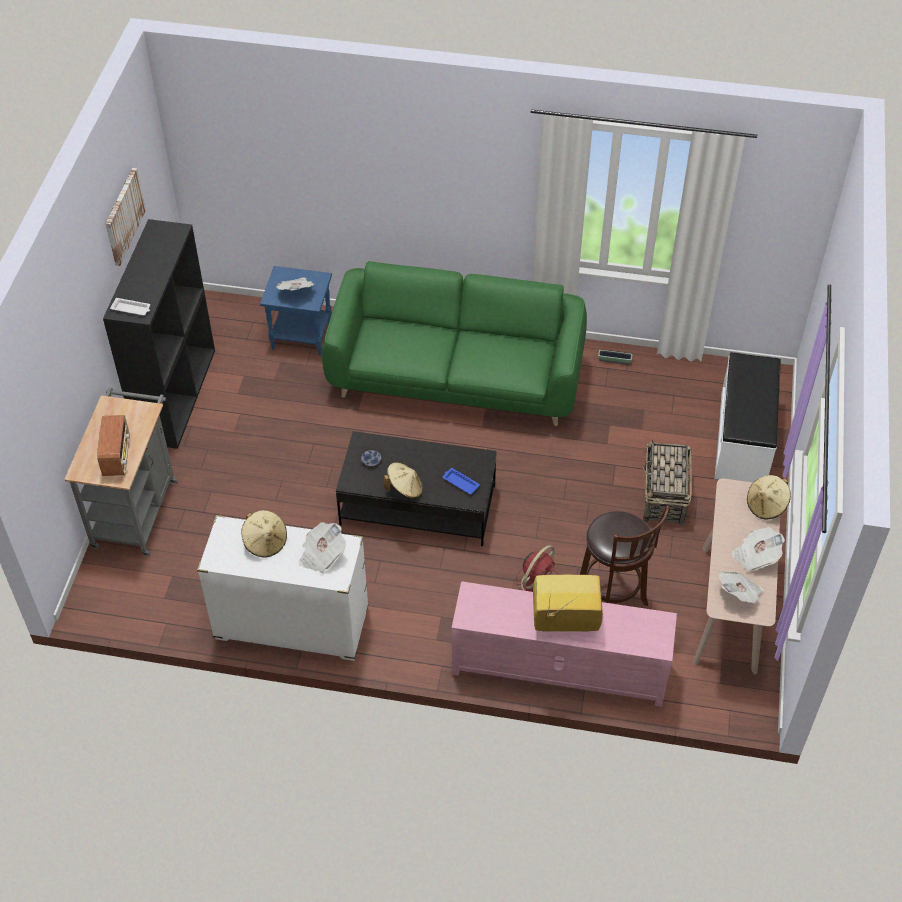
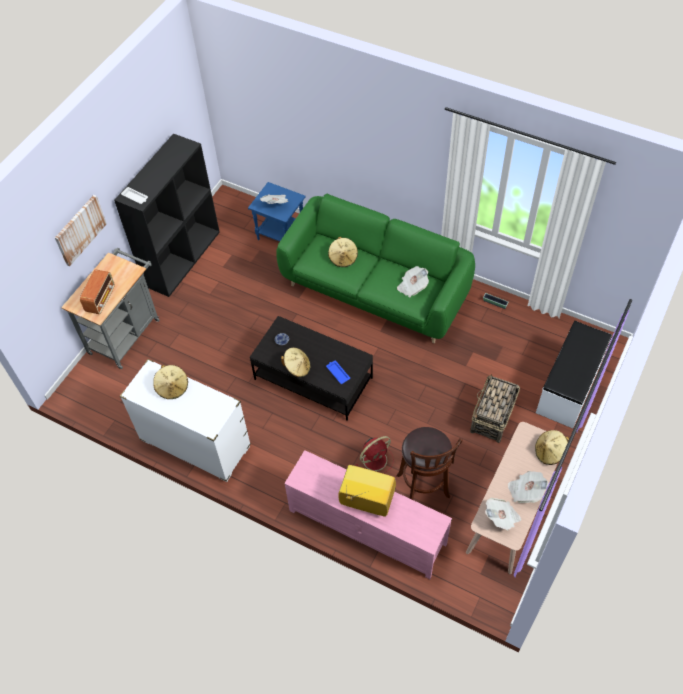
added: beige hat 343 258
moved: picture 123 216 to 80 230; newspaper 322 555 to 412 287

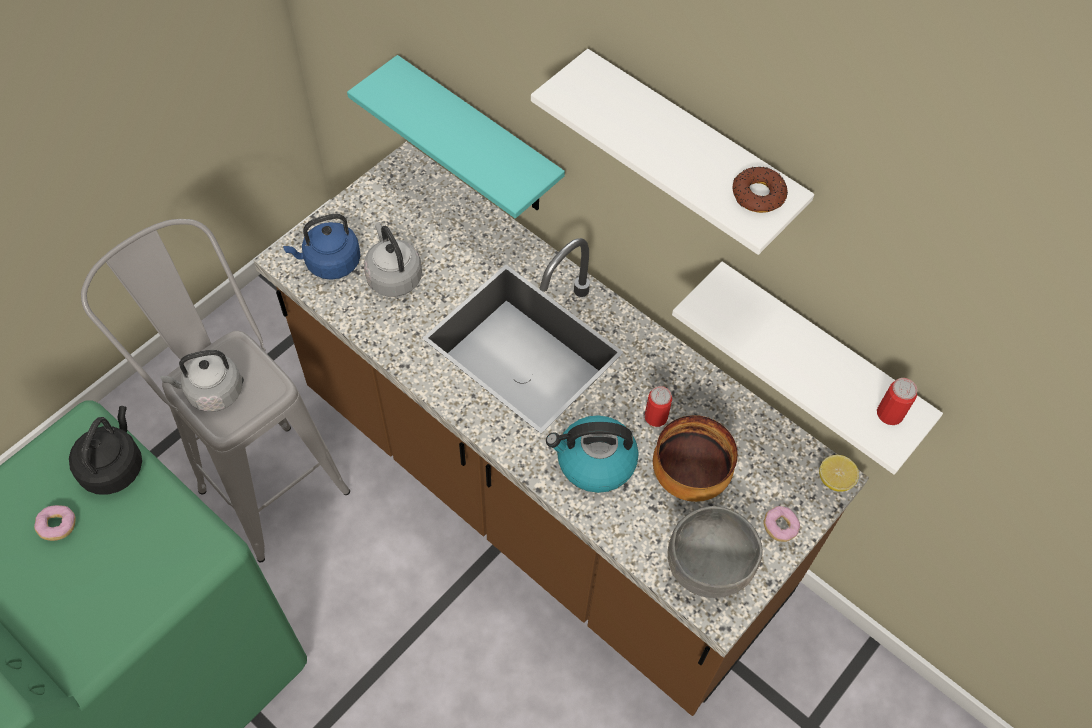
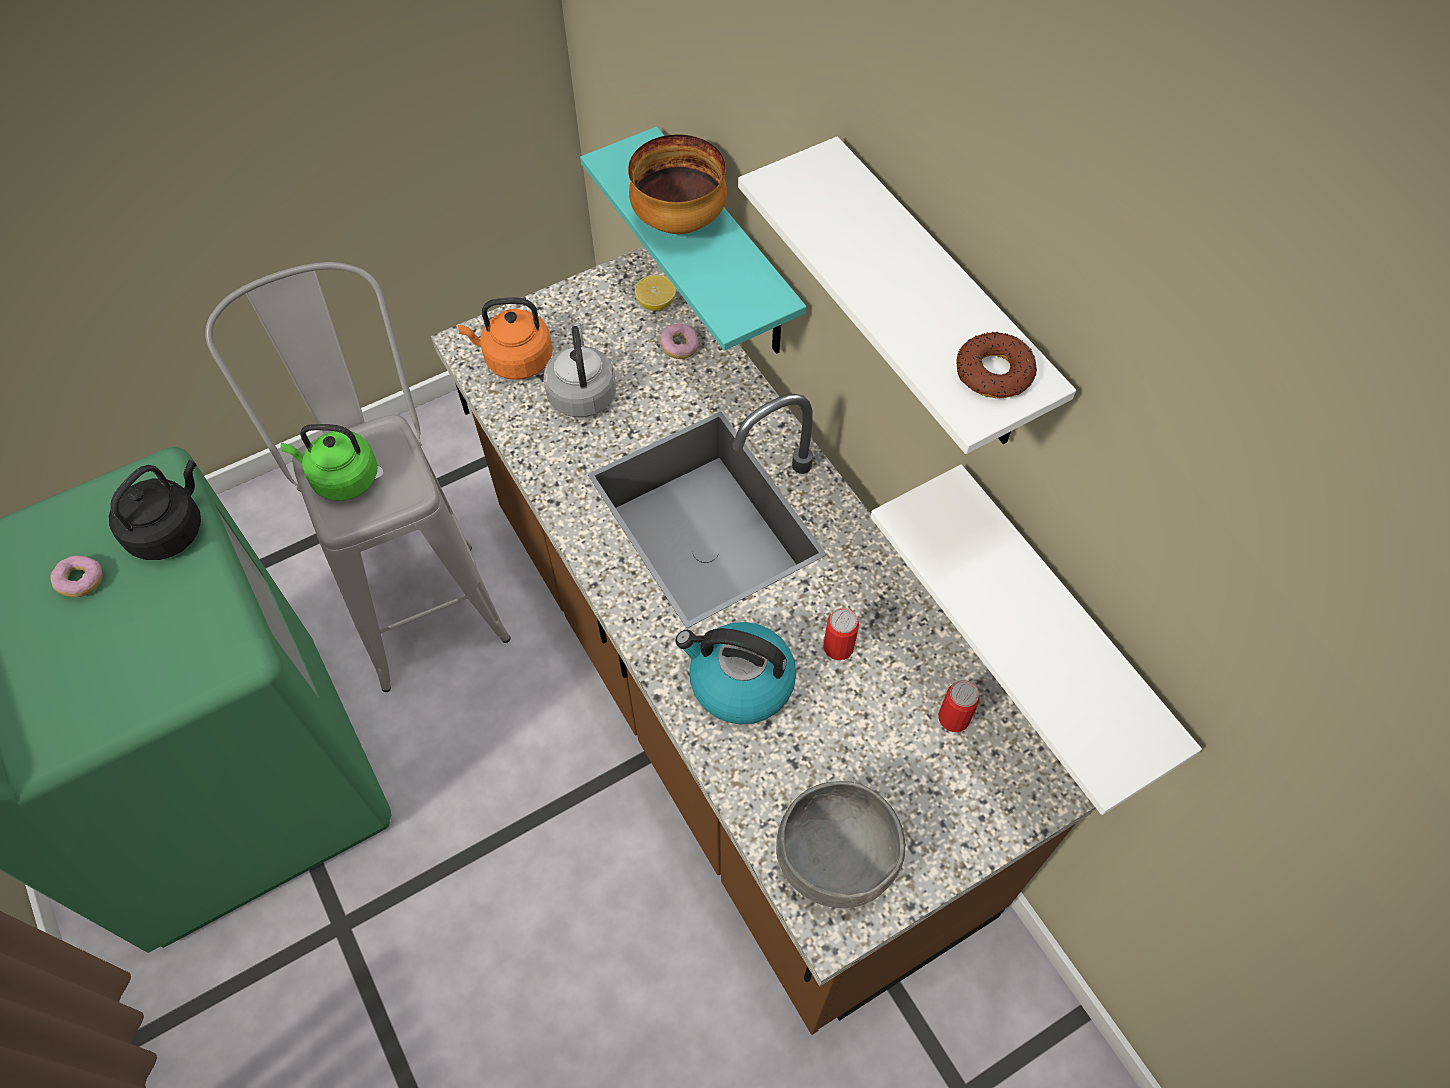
moved: bowl 689 477 to 679 222; lemon 835 480 to 656 303; donut 780 527 to 679 347; can 889 414 to 954 718
recoloured: grey kettle 212 392 to green kettle 342 478; blue kettle 330 263 to orange kettle 515 360

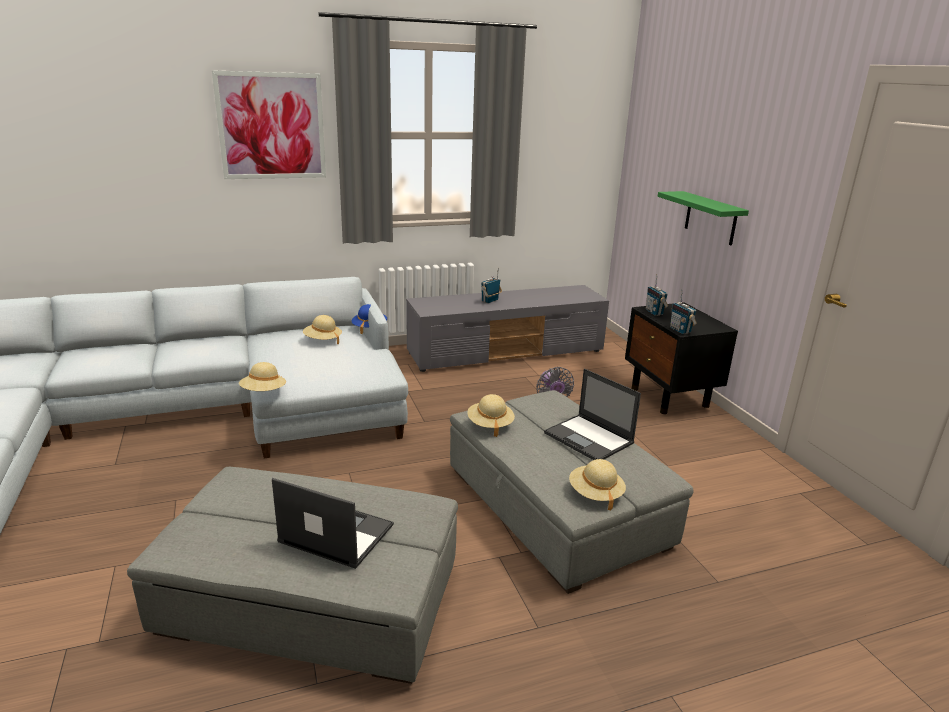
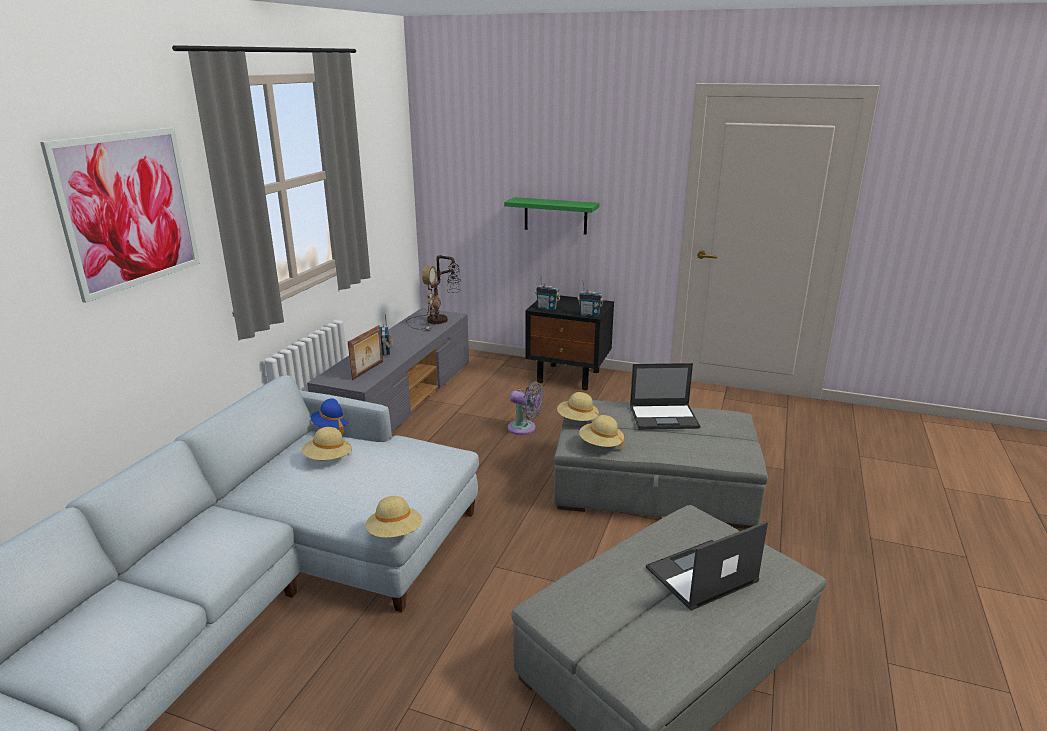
added: picture frame 368 370; table lamp 438 320
moved: beige hat 595 494 to 577 420

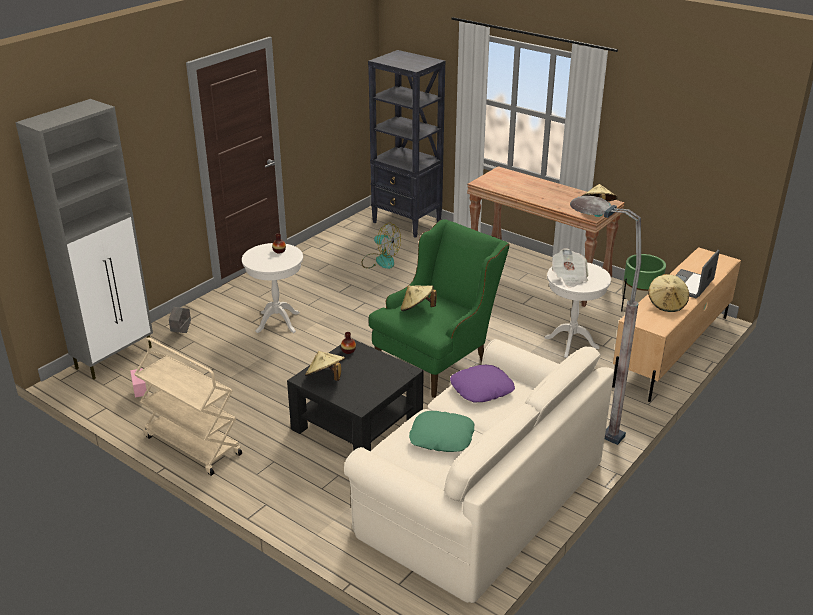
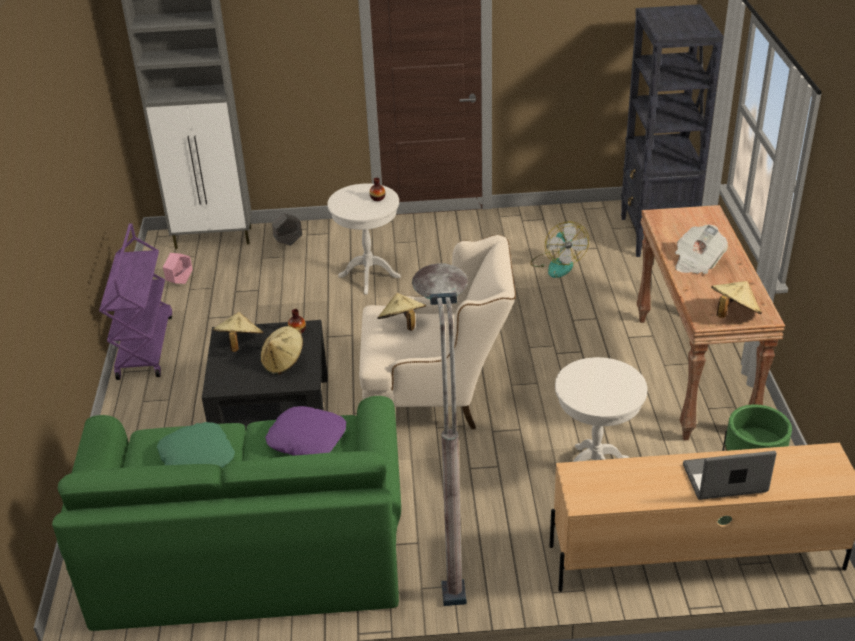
moved: beige hat 666 304 to 283 362; newspaper 569 277 to 697 262
recoloured: beige sofa 480 496 to green sofa 248 550; beige cart 191 445 to purple cart 144 346; green armchair 438 359 to beige armchair 437 398

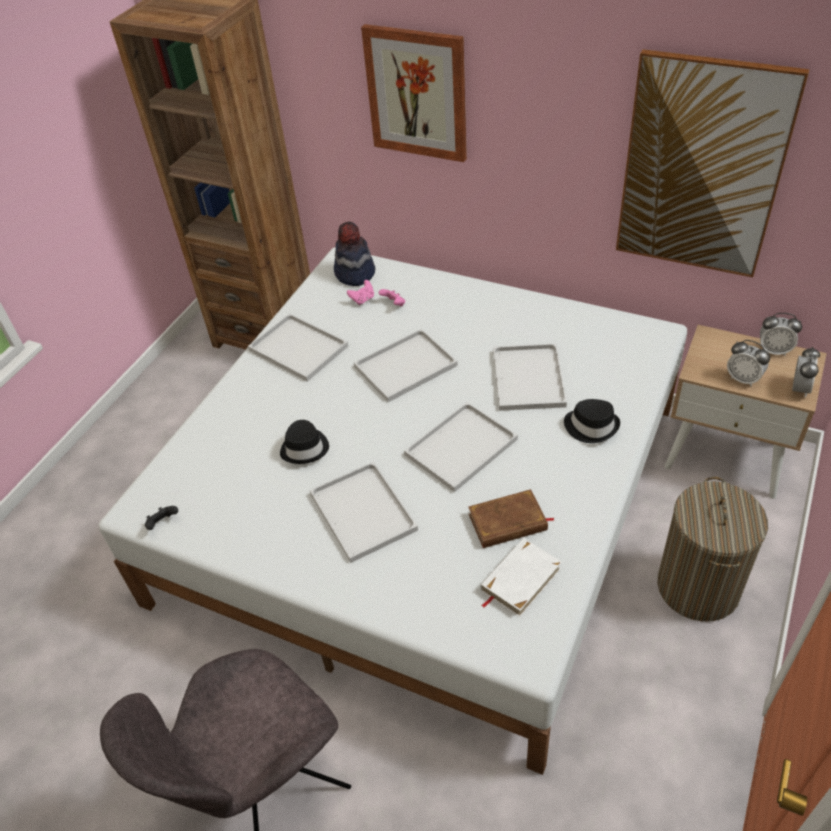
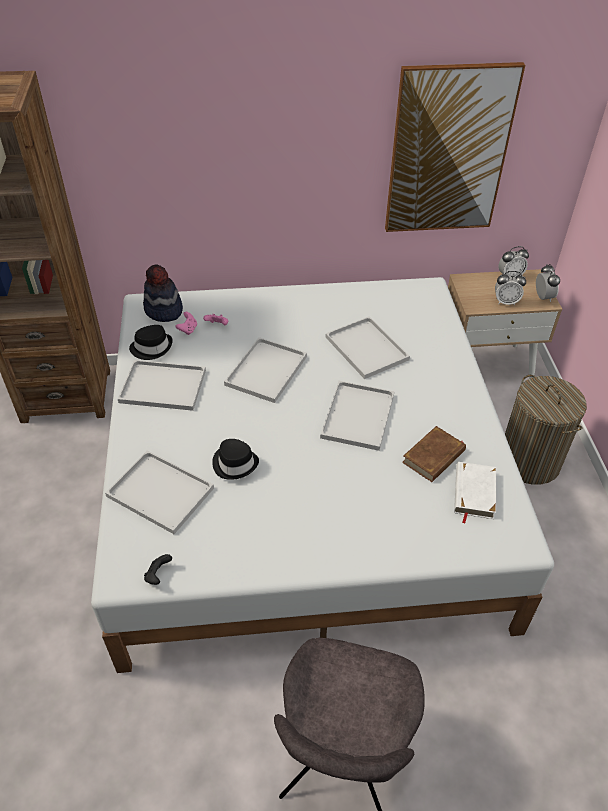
removed: picture 417 93
moved: white tray 361 511 to 158 492; black hat 591 426 to 152 347

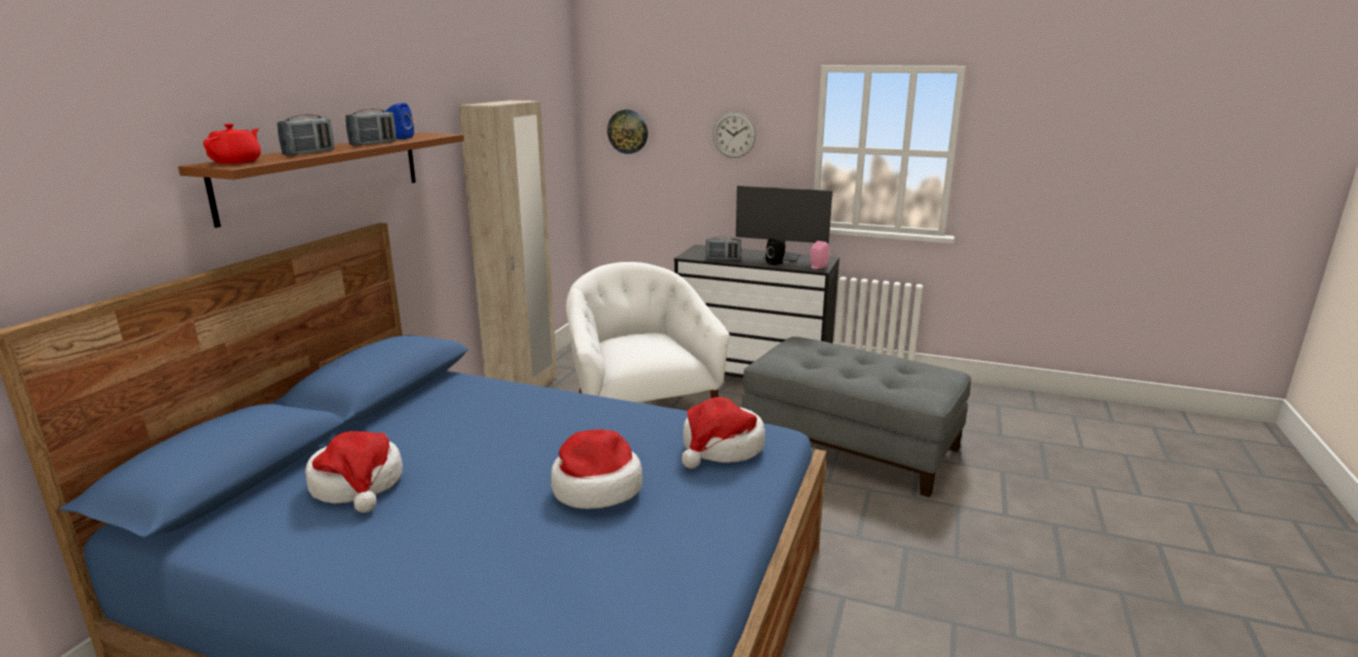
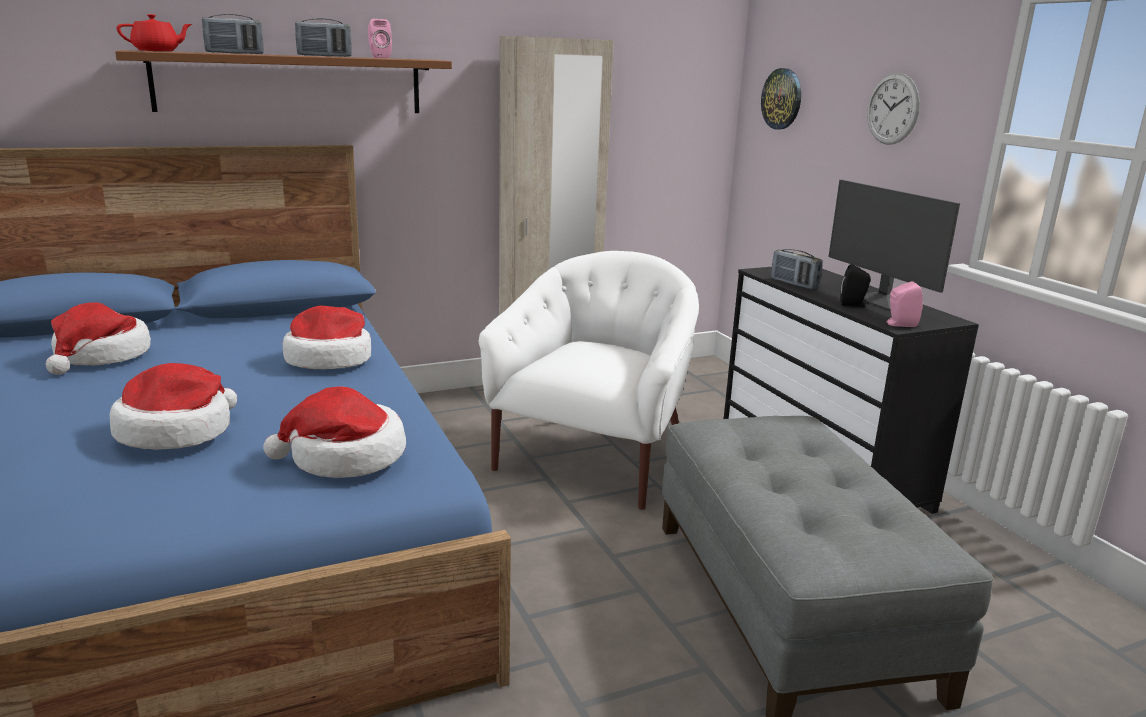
added: hat 330 359
recoloured: blue speaker 399 138 to pink speaker 379 57

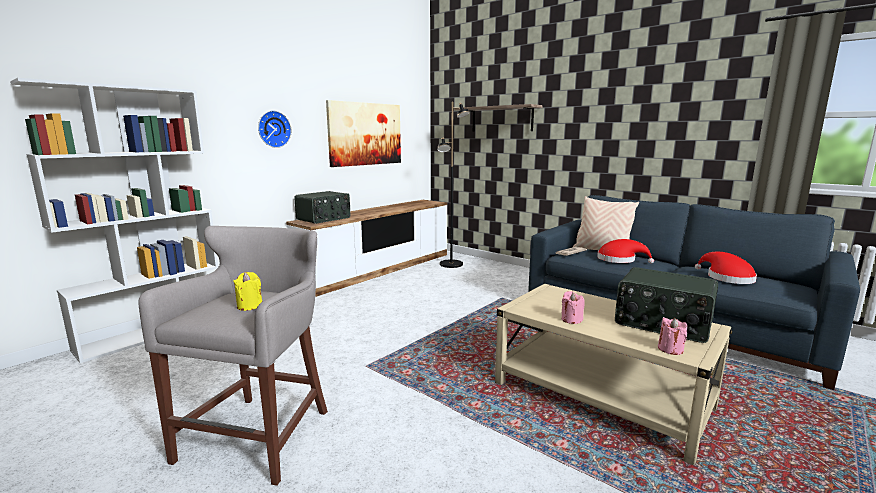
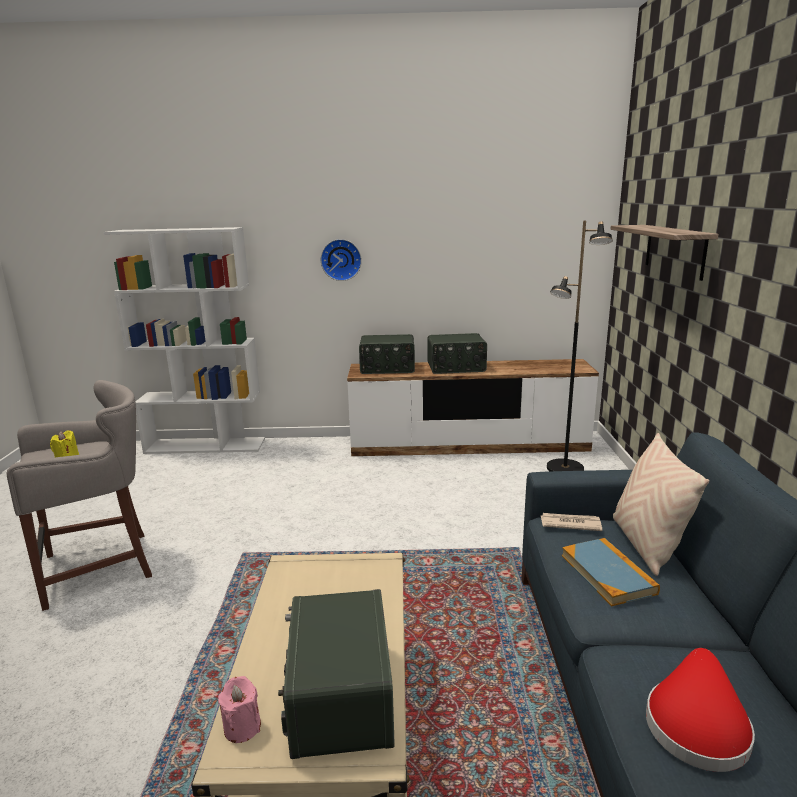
removed: picture 365 134; pink candle 571 319
added: radio 456 368
replaced: red hat 619 260 to book 607 574

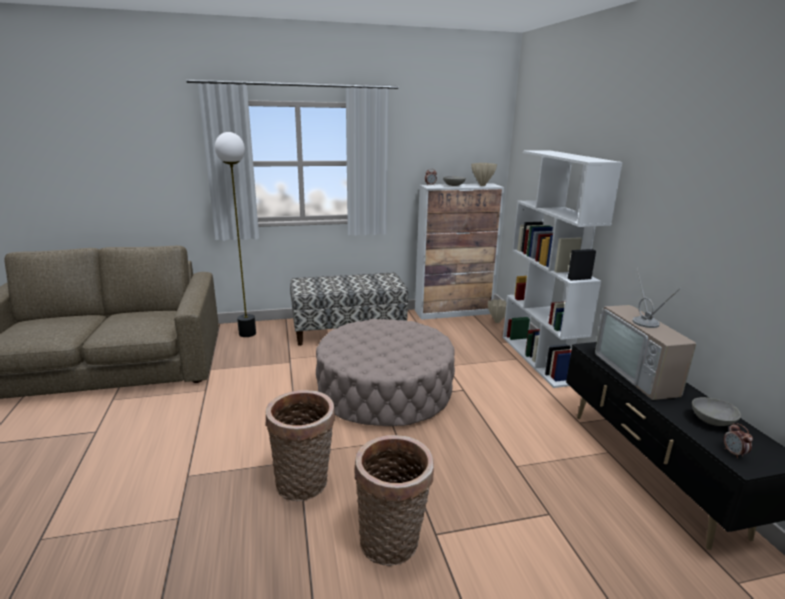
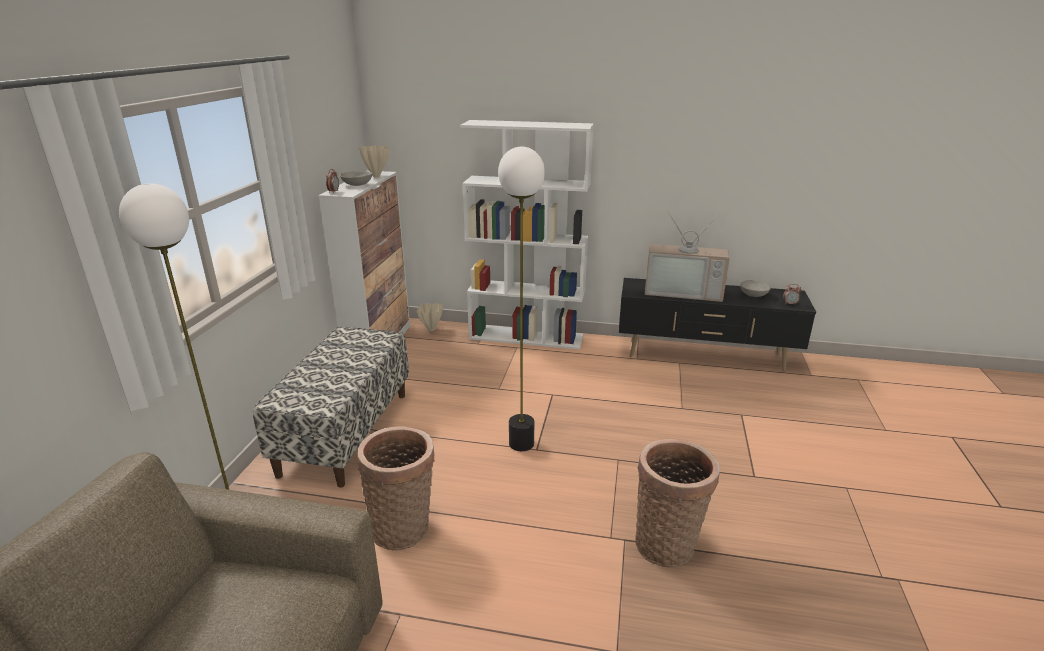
moved: basket 392 543 to 404 527
replaced: beige ottoman 385 391 to floor lamp 522 443

